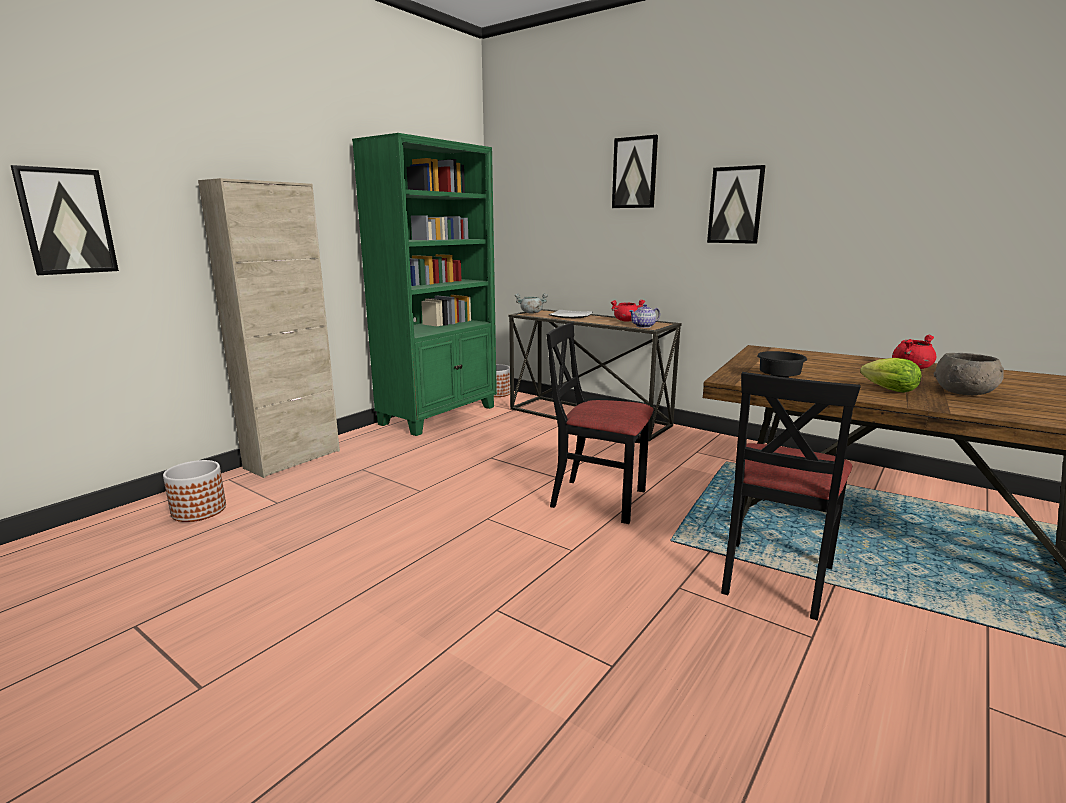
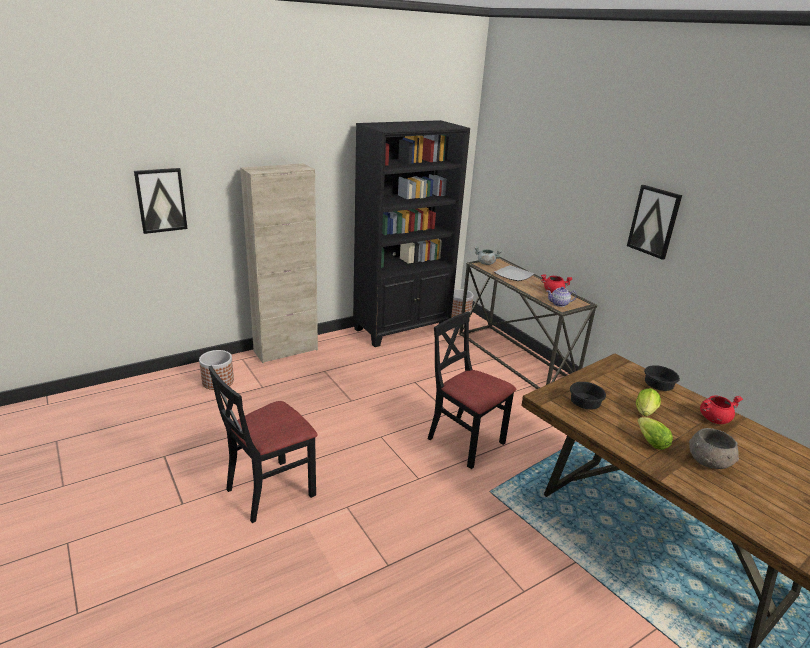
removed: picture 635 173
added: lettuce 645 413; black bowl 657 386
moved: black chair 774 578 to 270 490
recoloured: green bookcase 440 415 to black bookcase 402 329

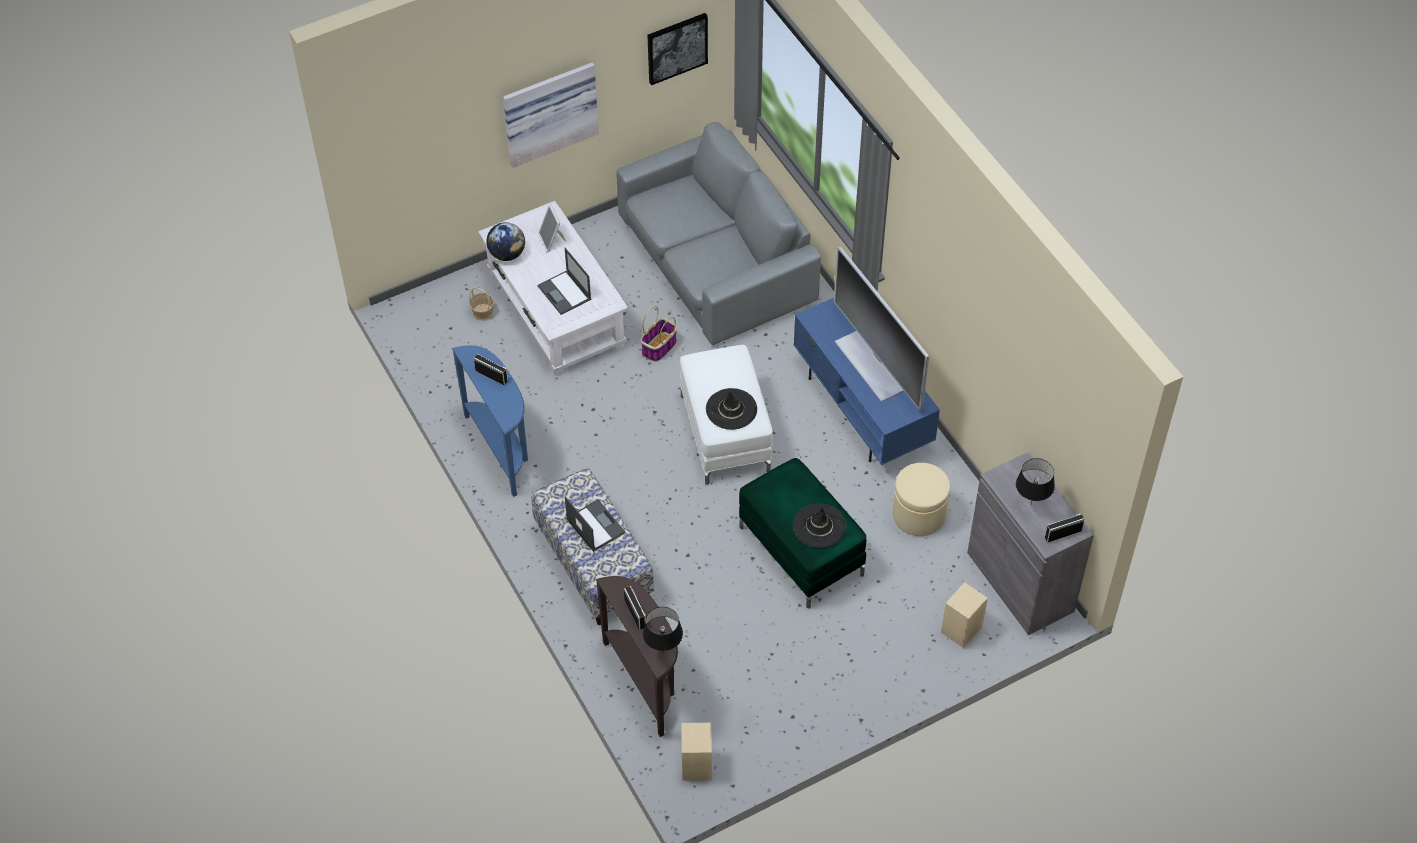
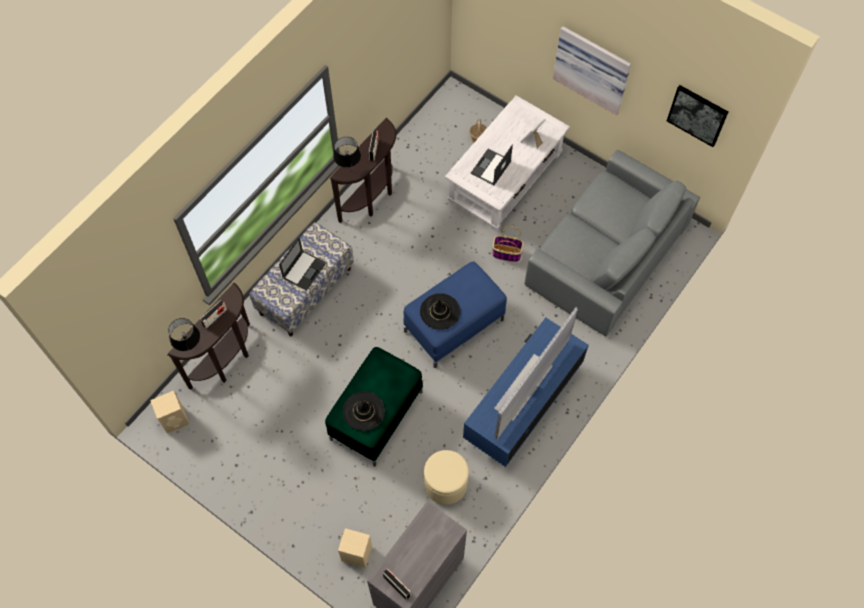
removed: globe 507 254
moved: black table lamp 1031 505 to 348 170
recoloured: blue console table 502 449 to brown console table 372 198; white ottoman 725 433 to blue ottoman 453 326

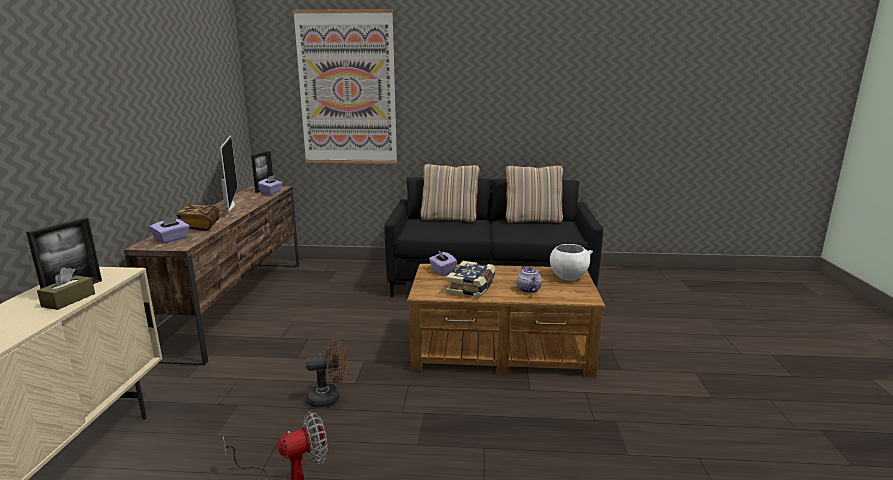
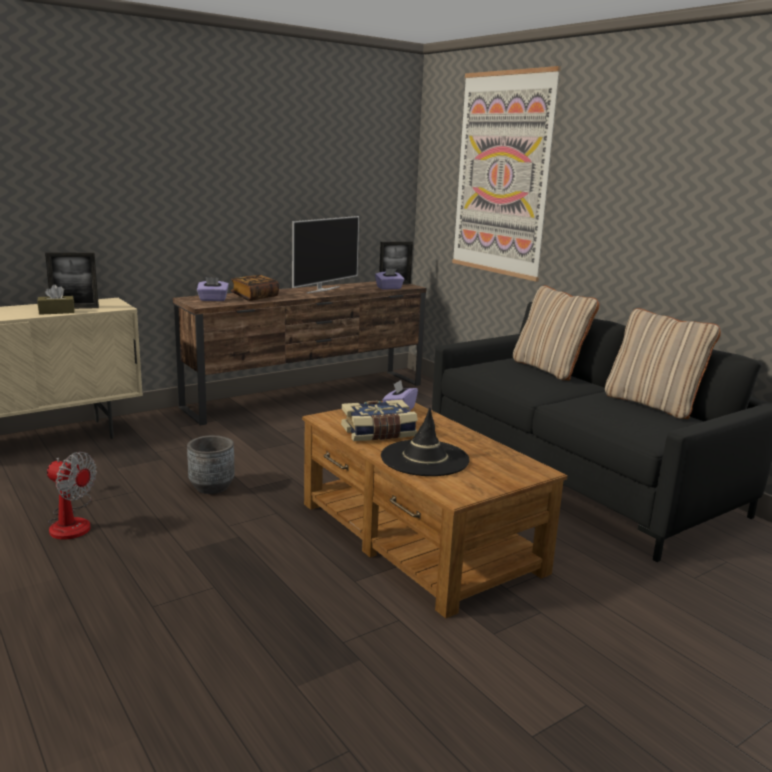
removed: white bowl 568 276
replaced: brown fan 329 398 to grey planter 212 487; teapot 528 289 to black hat 424 458

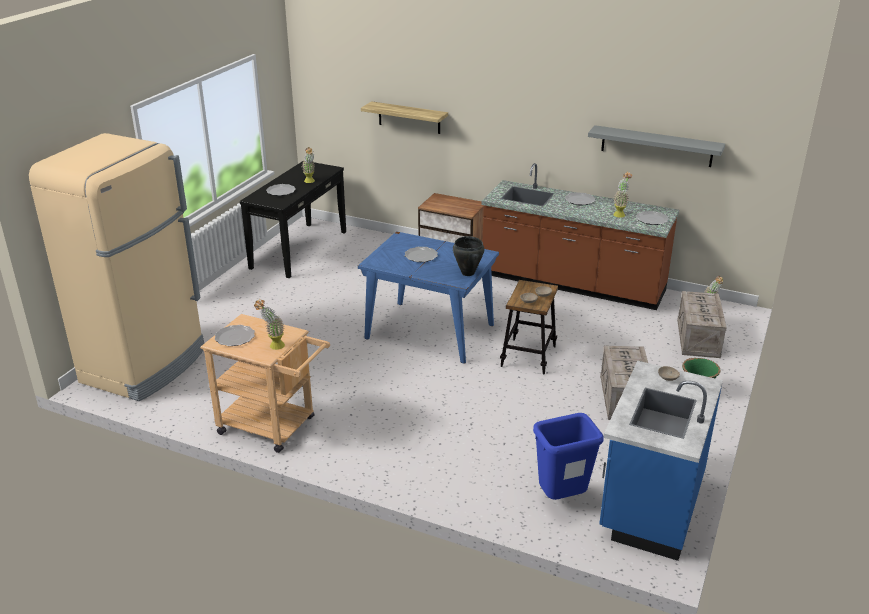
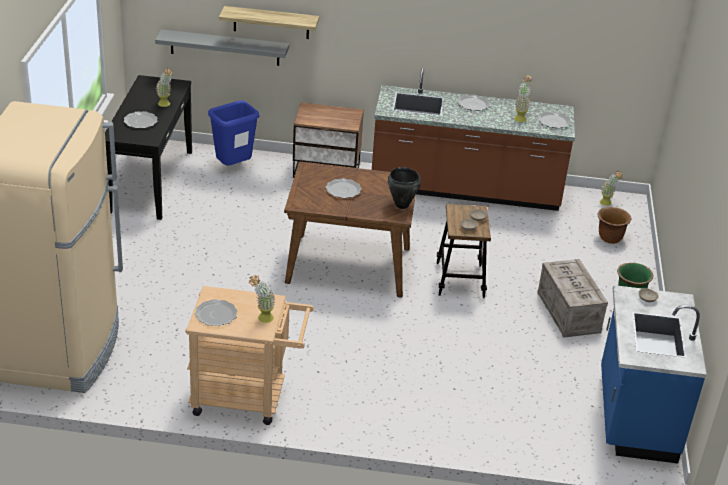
moved: grey shelf 656 146 to 225 47; blue trash can 562 499 to 234 167
replaced: crate 698 339 to brown planter 609 238
recoloured: blue dining table 428 331 to brown dining table 347 265

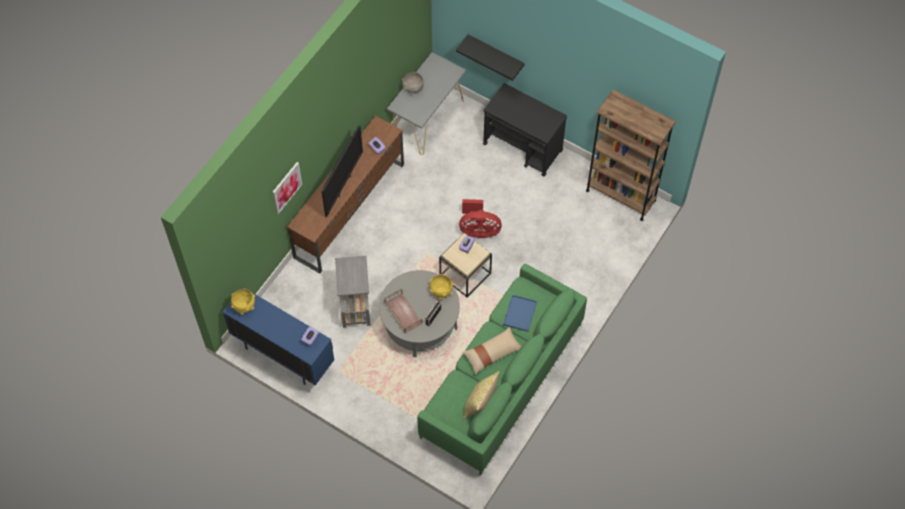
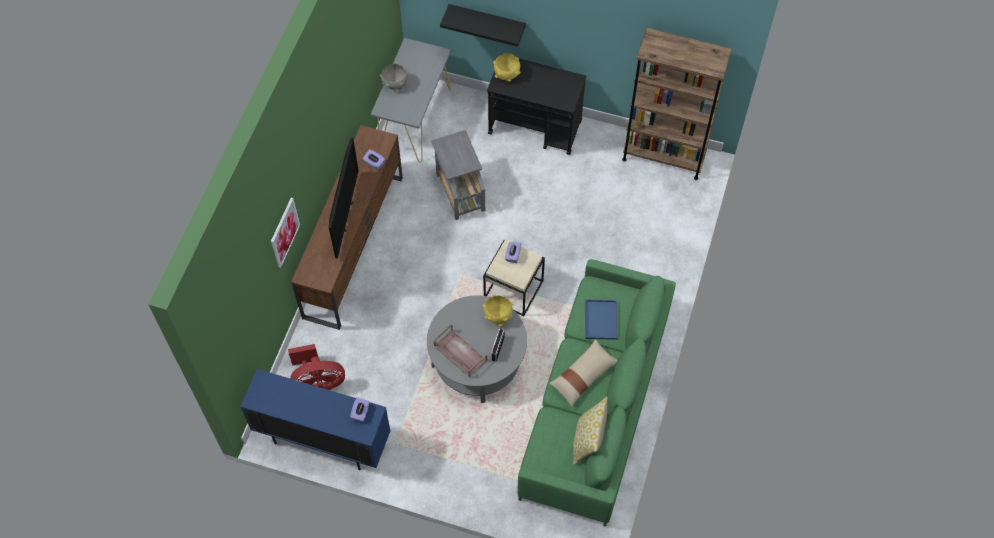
moved: red fan 478 230 to 317 382; grey side table 355 303 to 460 191; yellow bowl 244 306 to 507 75

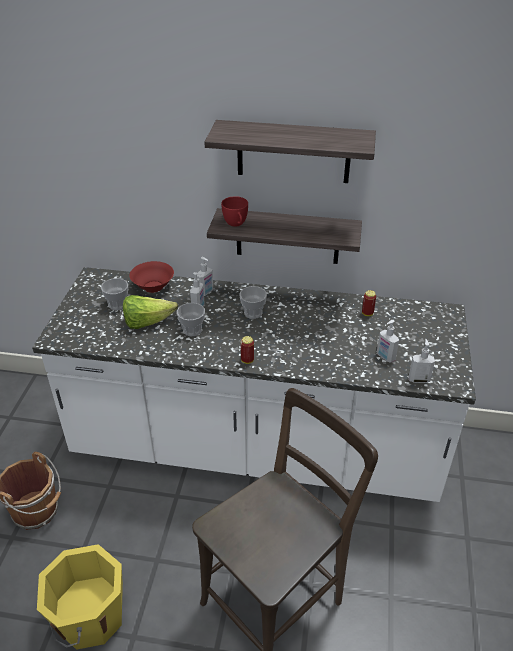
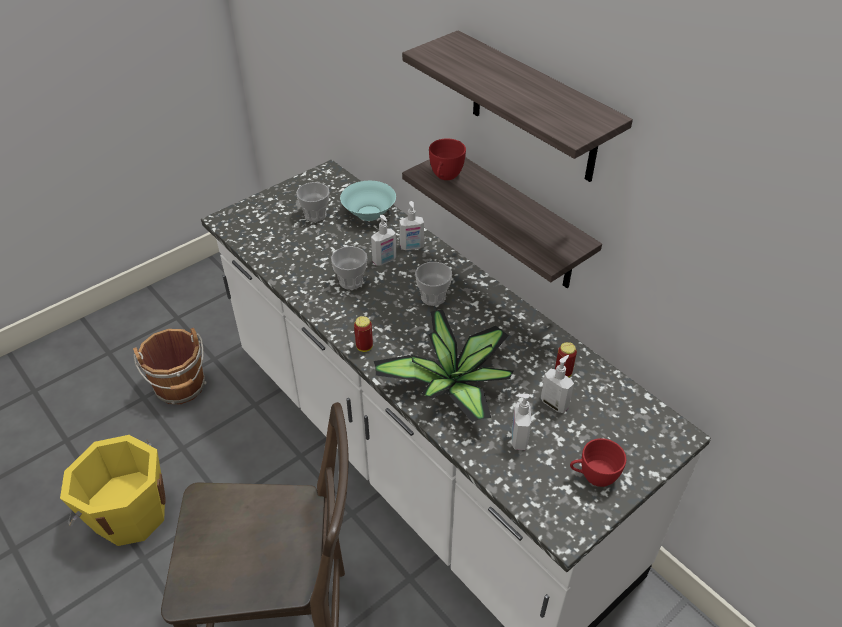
removed: lettuce 147 322
added: potted plant 453 385; red cup 593 476
moved: soap dispenser 418 379 to 554 403
recoloured: red bowl 153 287 to turquoise bowl 369 213

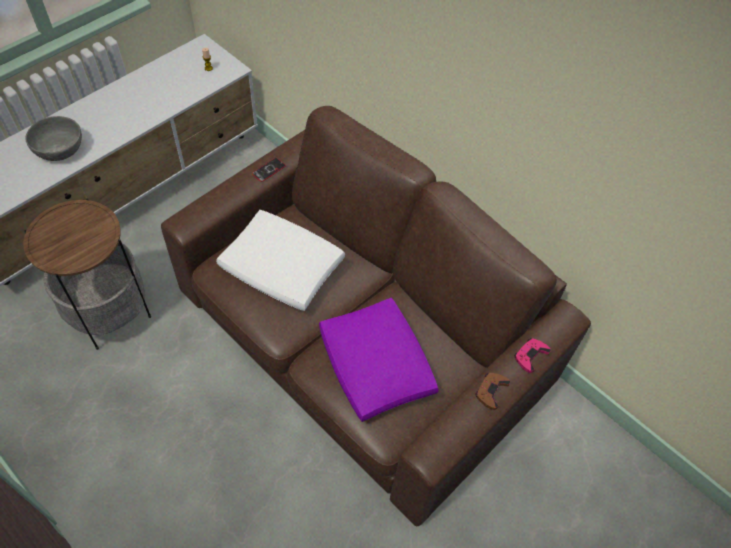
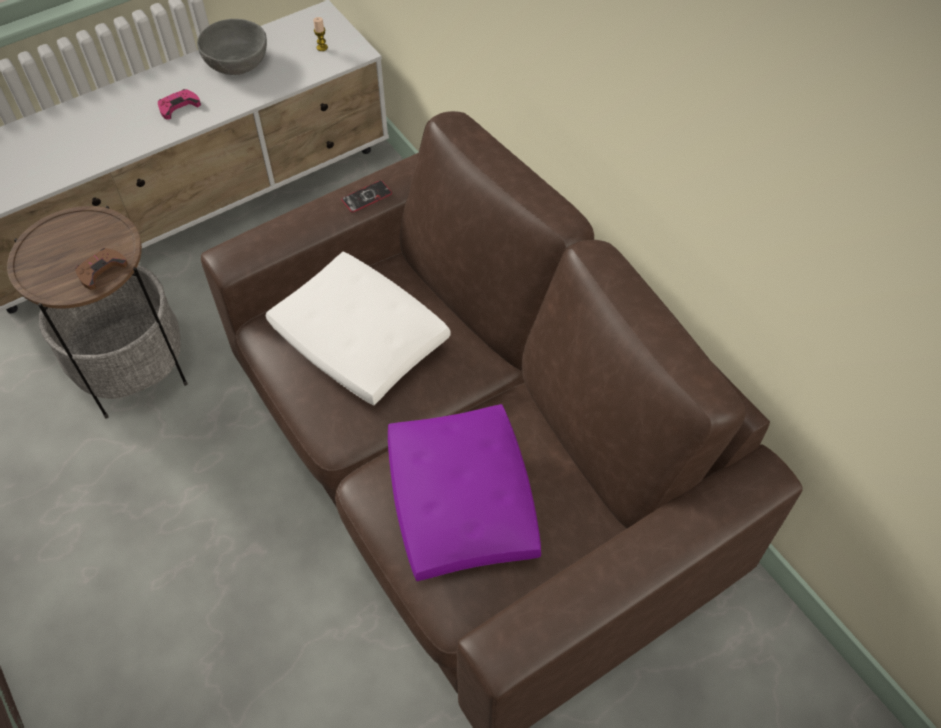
moved: brown game controller 491 391 to 101 270; pink game controller 530 356 to 178 106; grey bowl 59 148 to 237 61

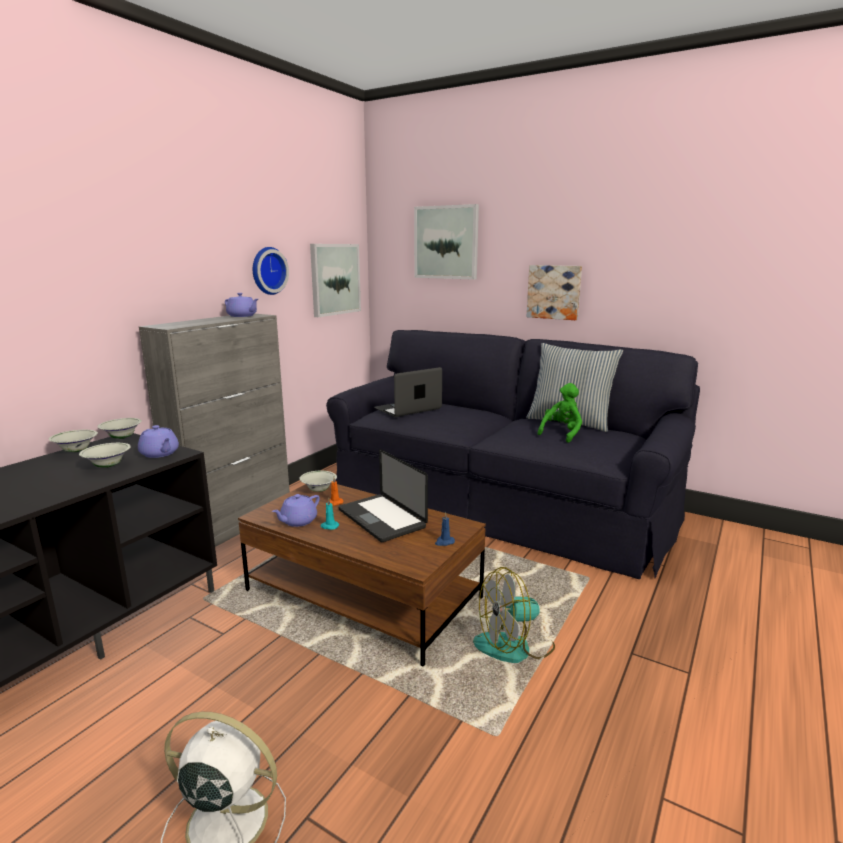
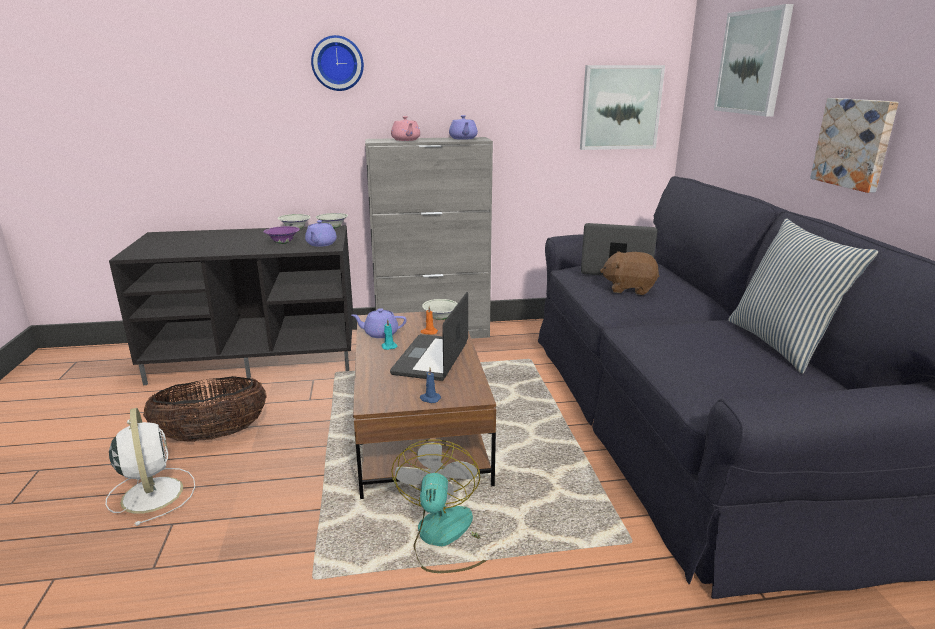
removed: green plush toy 561 433
added: basket 212 435; pink teapot 406 140; brown plush toy 629 289
moved: wall clock 267 271 to 337 63
recoloured: white bowl 108 466 to purple bowl 283 243
turned: fan 514 646 = 444 538 60 degrees clockwise

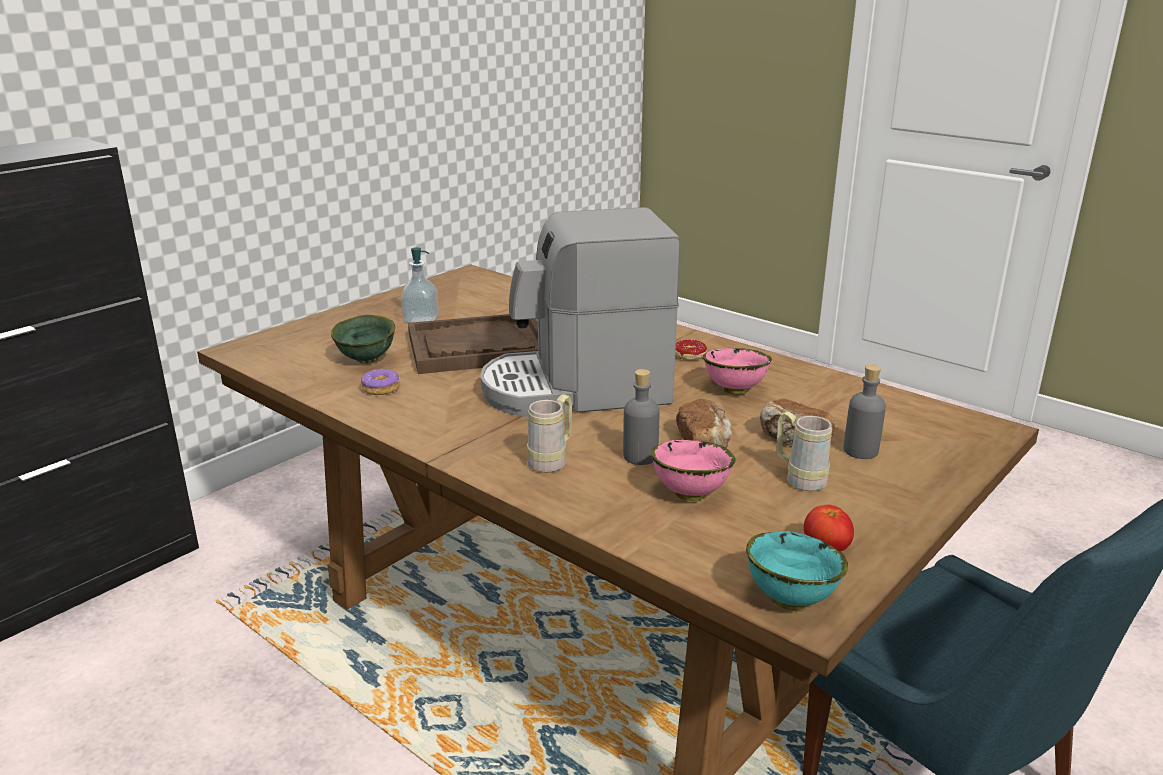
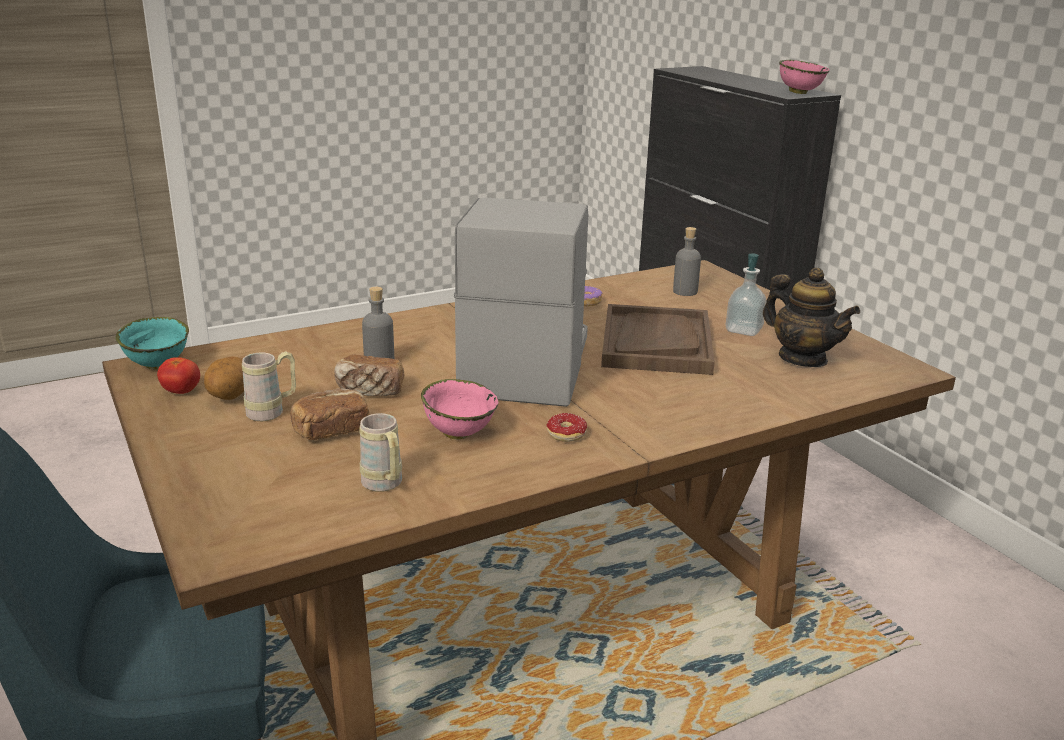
removed: green bowl 368 360
added: potato 229 396; teapot 802 358
moved: beige mug 552 460 to 384 486; grey bottle 860 451 to 685 291; pink bowl 689 494 to 799 93

